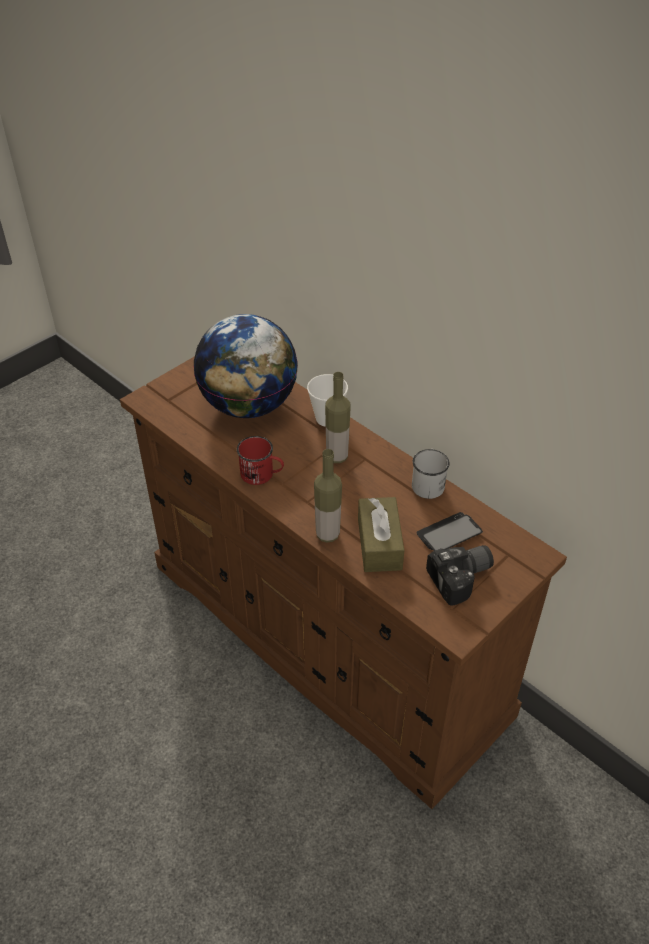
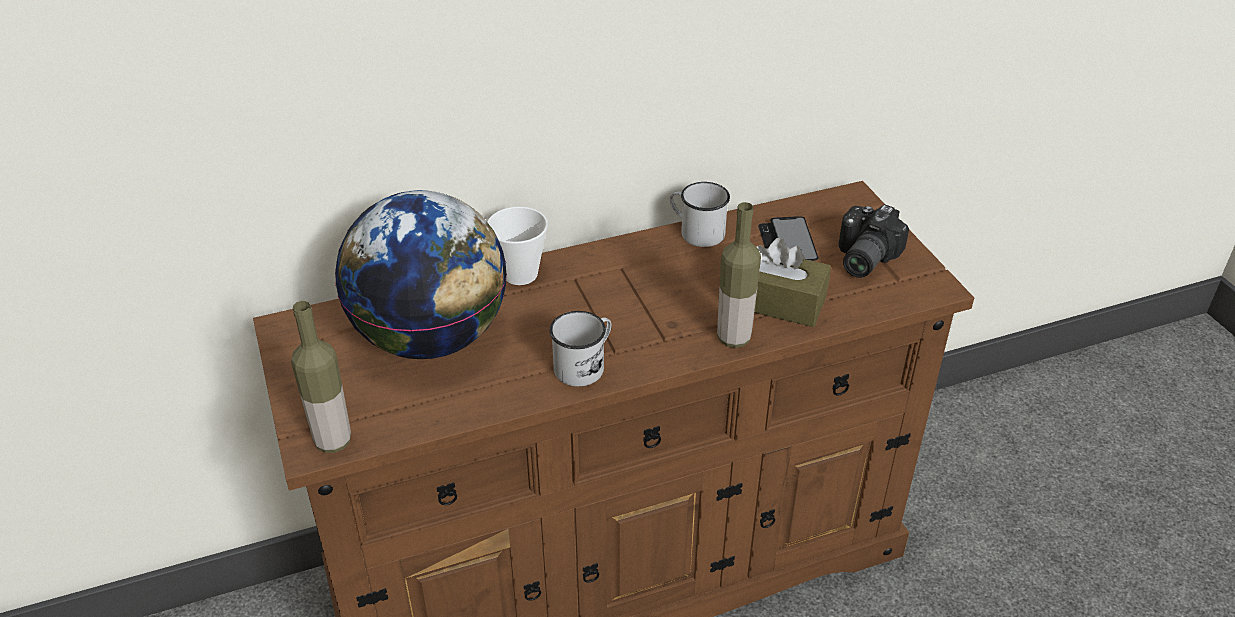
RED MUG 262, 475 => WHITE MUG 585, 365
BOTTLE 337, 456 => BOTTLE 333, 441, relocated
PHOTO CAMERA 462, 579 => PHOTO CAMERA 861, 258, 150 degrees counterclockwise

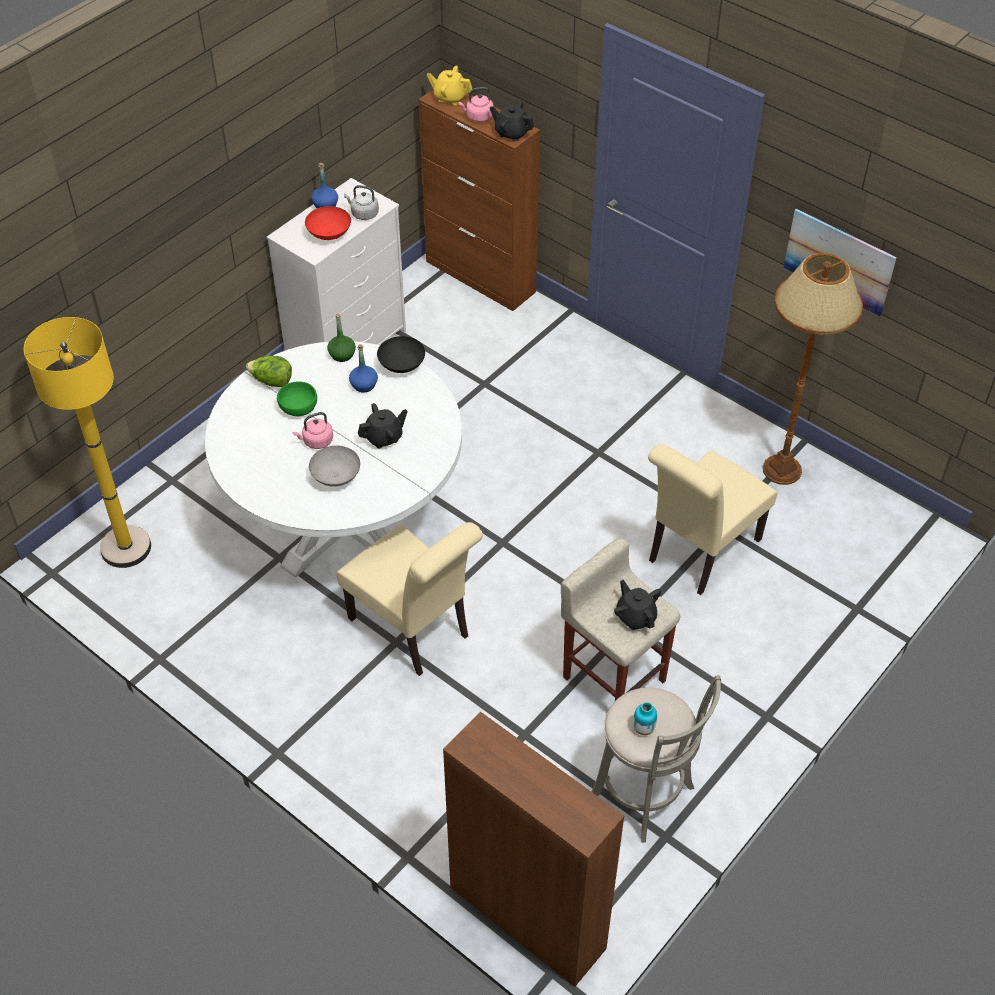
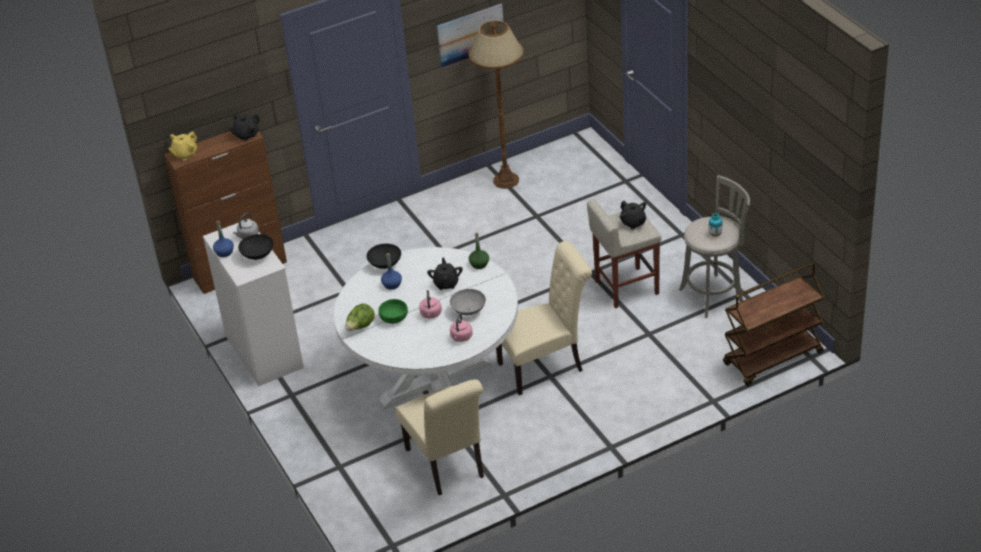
YELLOW FLOOR LAMP 126, 548 => nothing
RED BOWL 329, 235 => BLACK BOWL 258, 255
GREEN BOTTLE 342, 354 => GREEN BOTTLE 479, 264, relocated
BROWN CABINET 526, 917 => BROWN CART 772, 359
PINK KETTLE 478, 117 => PINK KETTLE 461, 337, relocated
BLACK TEAPOT 636, 616 => BLACK TEAPOT 633, 223, 120 degrees counterclockwise
BEIGE CHAIR 699, 553 => BEIGE CHAIR 447, 466, relocated

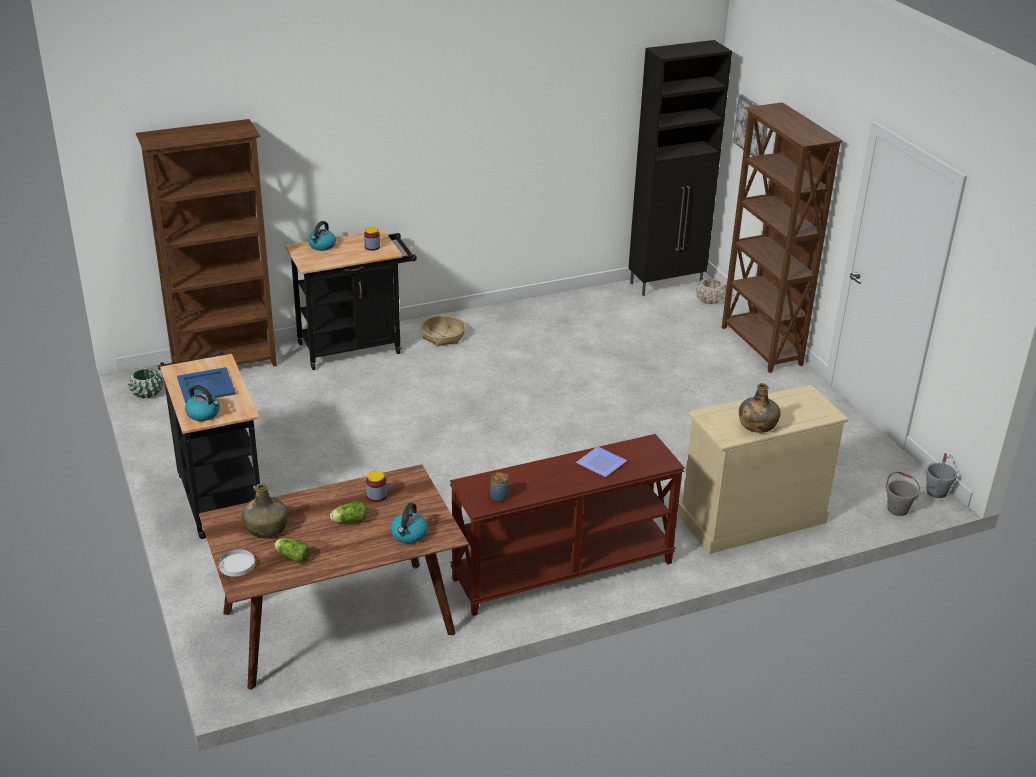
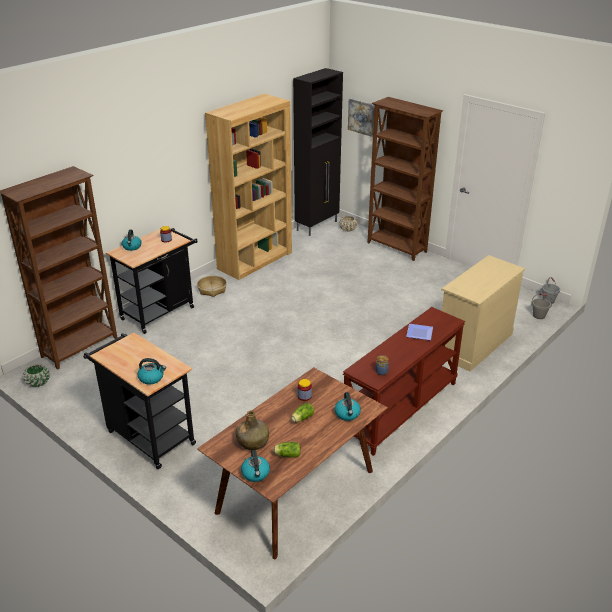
BLUE TRAY 206, 386 => nothing
WHITE PLATE 237, 564 => KETTLE 256, 474
GREEN BOTTLE 757, 425 => nothing
nothing => BROWN BOOKCASE 255, 260

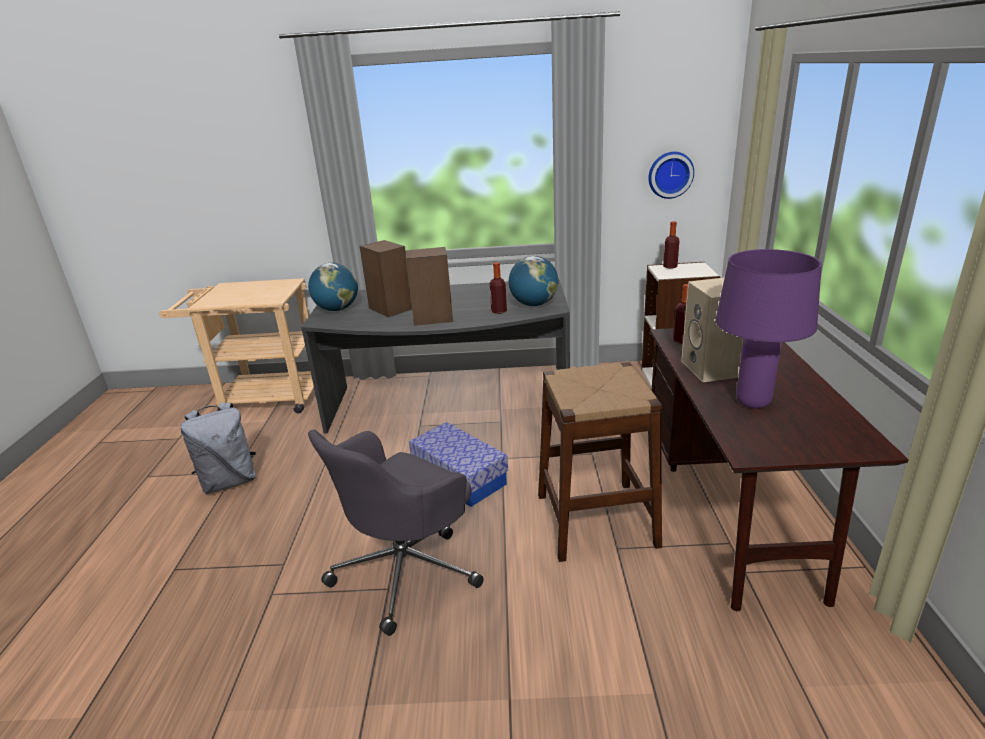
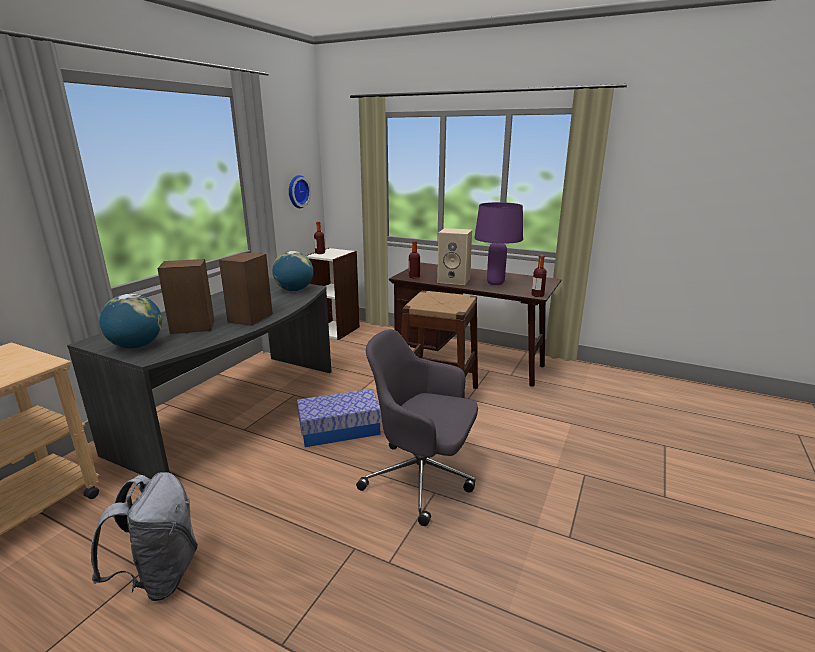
GREY OFFICE CHAIR 407, 570 => GREY OFFICE CHAIR 422, 479, 135 degrees clockwise
BOTTLE 499, 311 => BOTTLE 537, 295, relocated

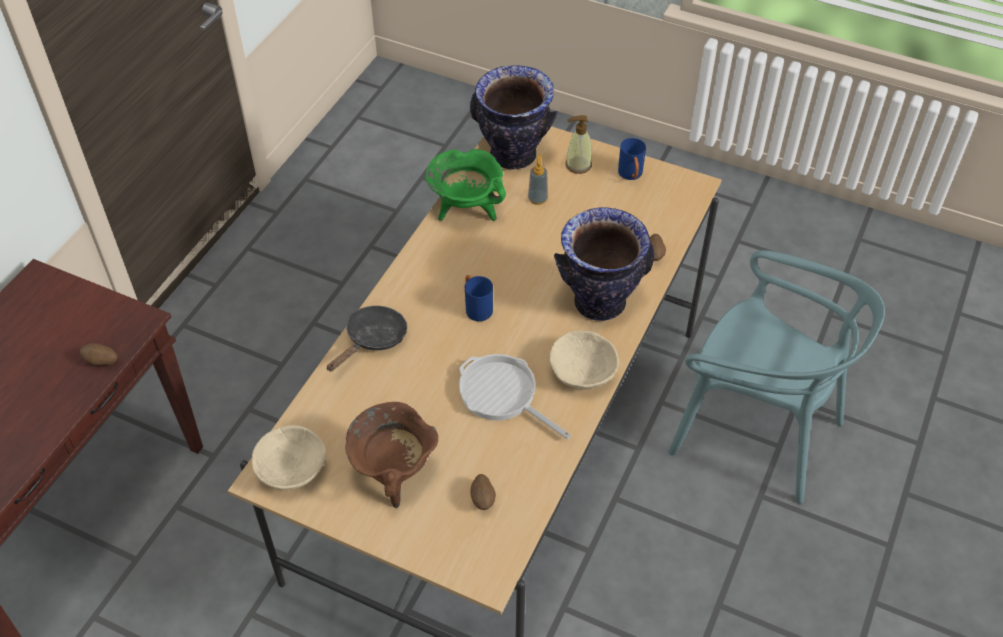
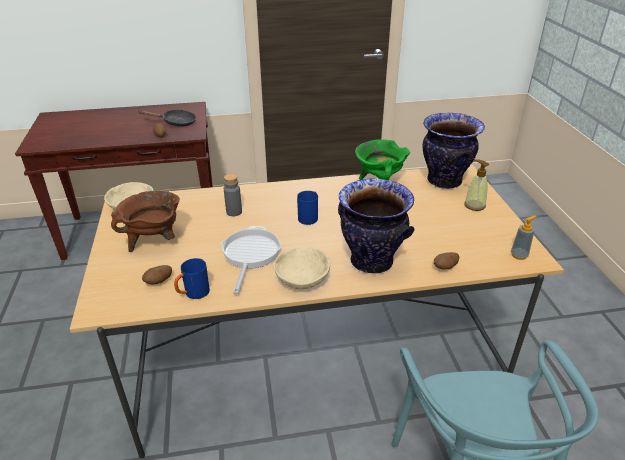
BLACK FRYING PAN 373, 339 => BLACK FRYING PAN 176, 122, relocated
SOAP DISPENSER 537, 199 => SOAP DISPENSER 519, 255, relocated
BLUE MUG 631, 175 => BLUE MUG 193, 294, relocated
nothing => GREY BOTTLE 234, 212

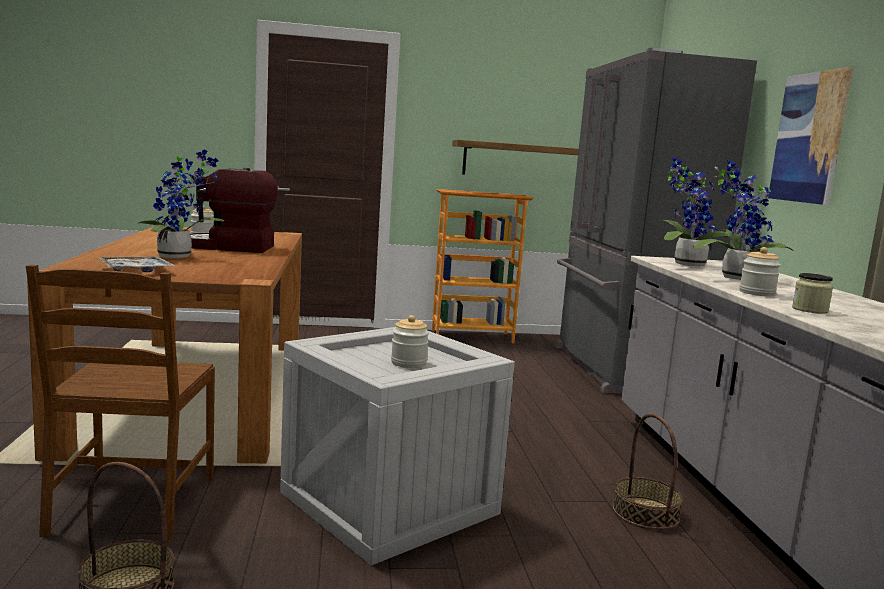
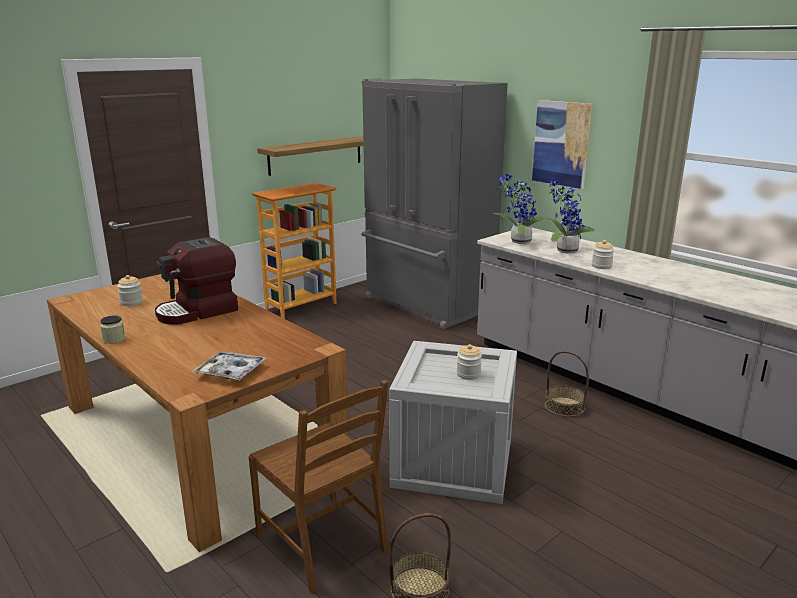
POTTED PLANT 179, 256 => nothing
JAR 809, 310 => JAR 114, 339, relocated

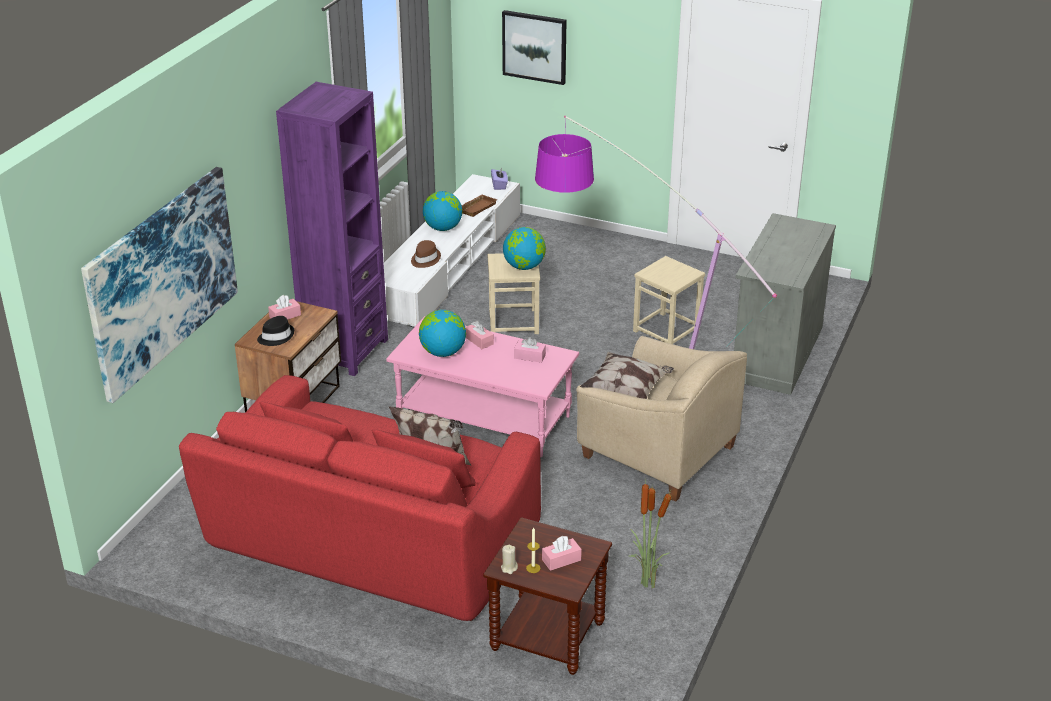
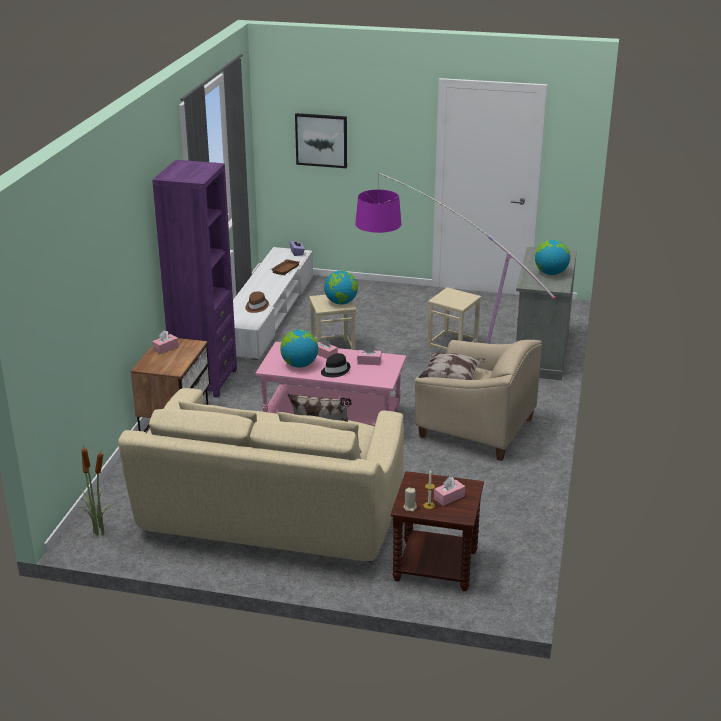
PICTURE 162, 280 => nothing
RED SOFA 372, 543 => BEIGE SOFA 272, 515
BLACK HAT 276, 337 => BLACK HAT 335, 370, relocated
GLOBE 443, 228 => GLOBE 551, 273, relocated
POTTED PLANT 646, 583 => POTTED PLANT 98, 532, relocated

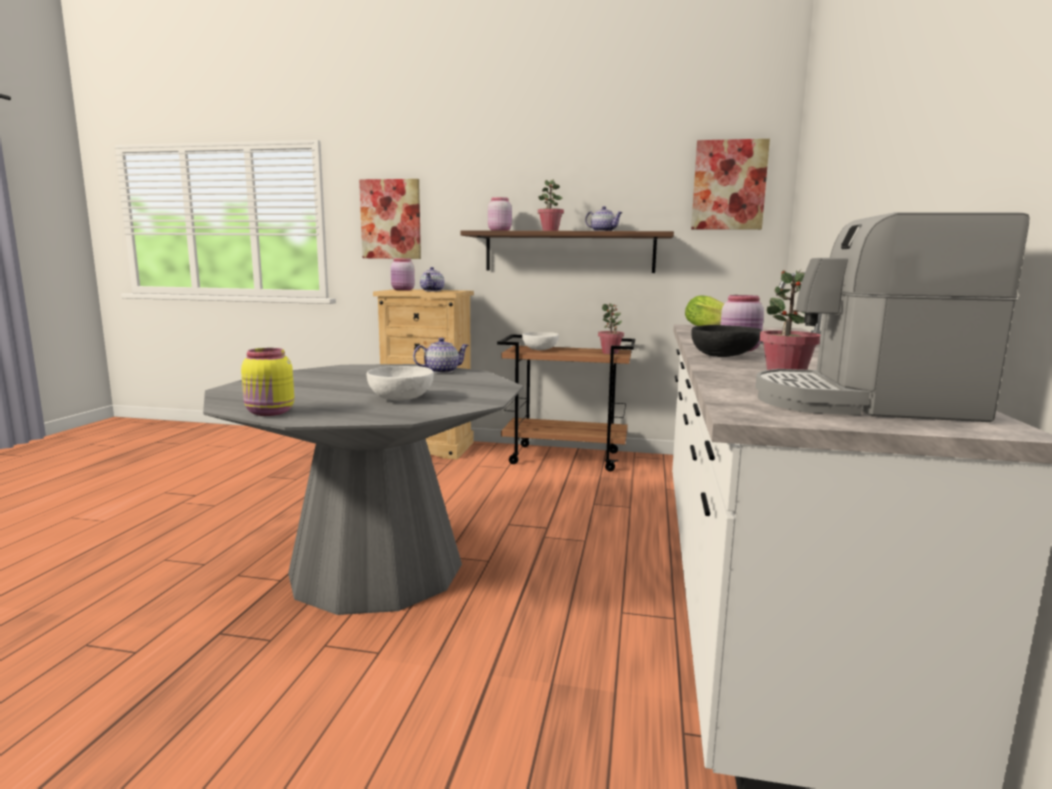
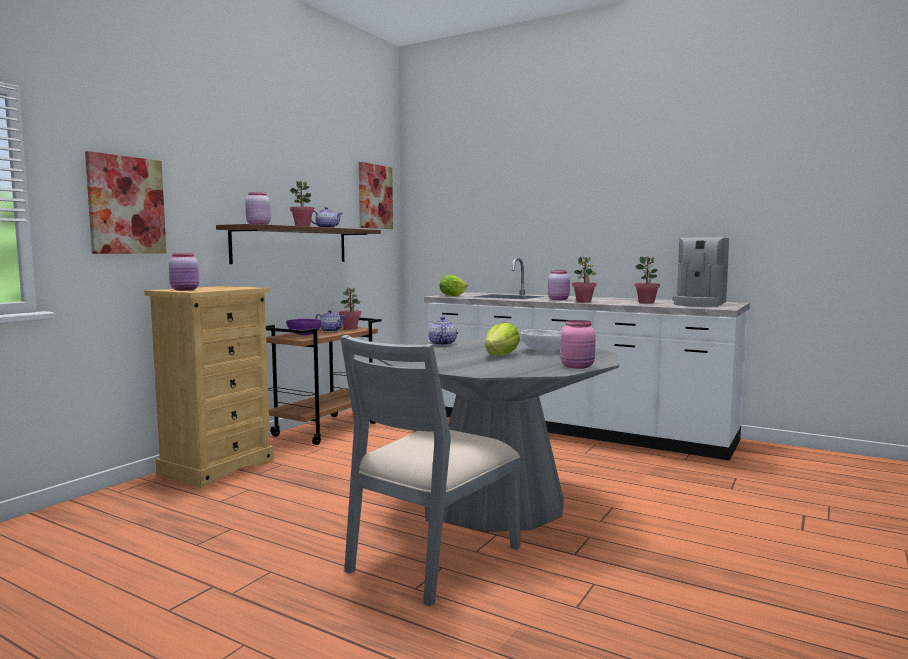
YELLOW JAR 270, 413 => PINK JAR 578, 366
TEAPOT 432, 291 => TEAPOT 330, 331, relocated
WHITE BOWL 540, 349 => PURPLE BOWL 304, 335
BLACK BOWL 724, 357 => POTTED PLANT 584, 301
nothing => GREY CHAIR 431, 558
nothing => LETTUCE 501, 355

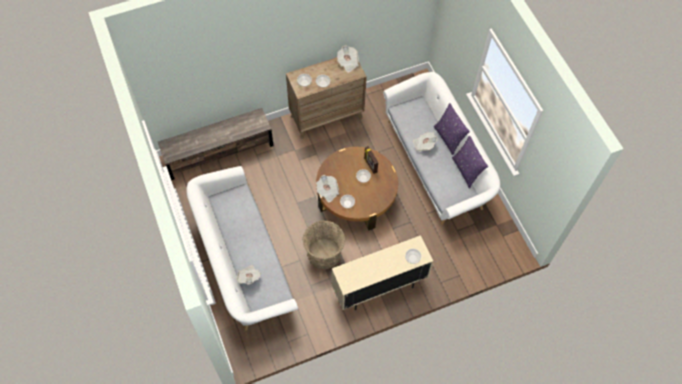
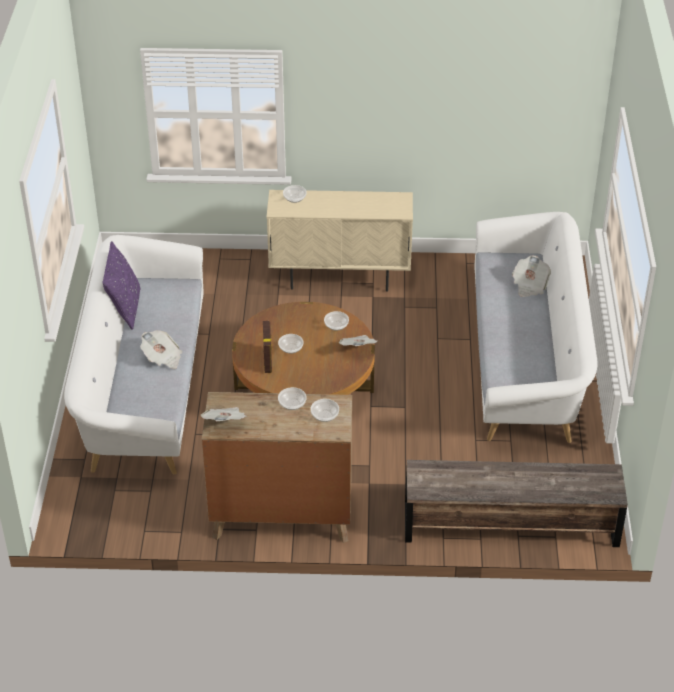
BASKET 324, 253 => nothing
PURPLE PILLOW 448, 138 => nothing

